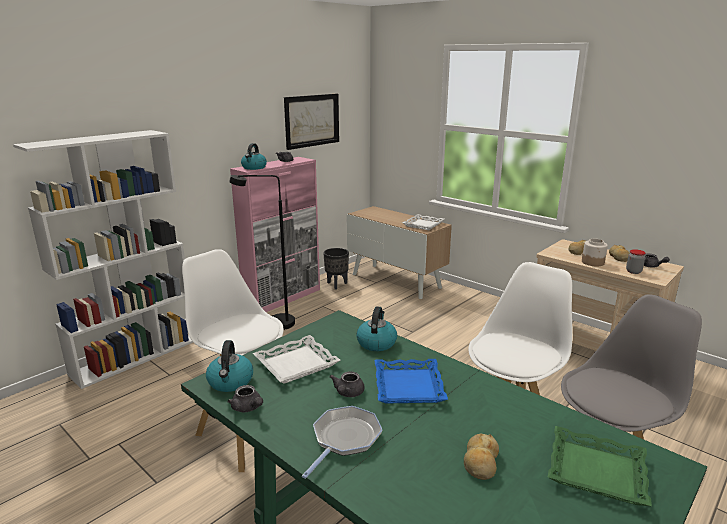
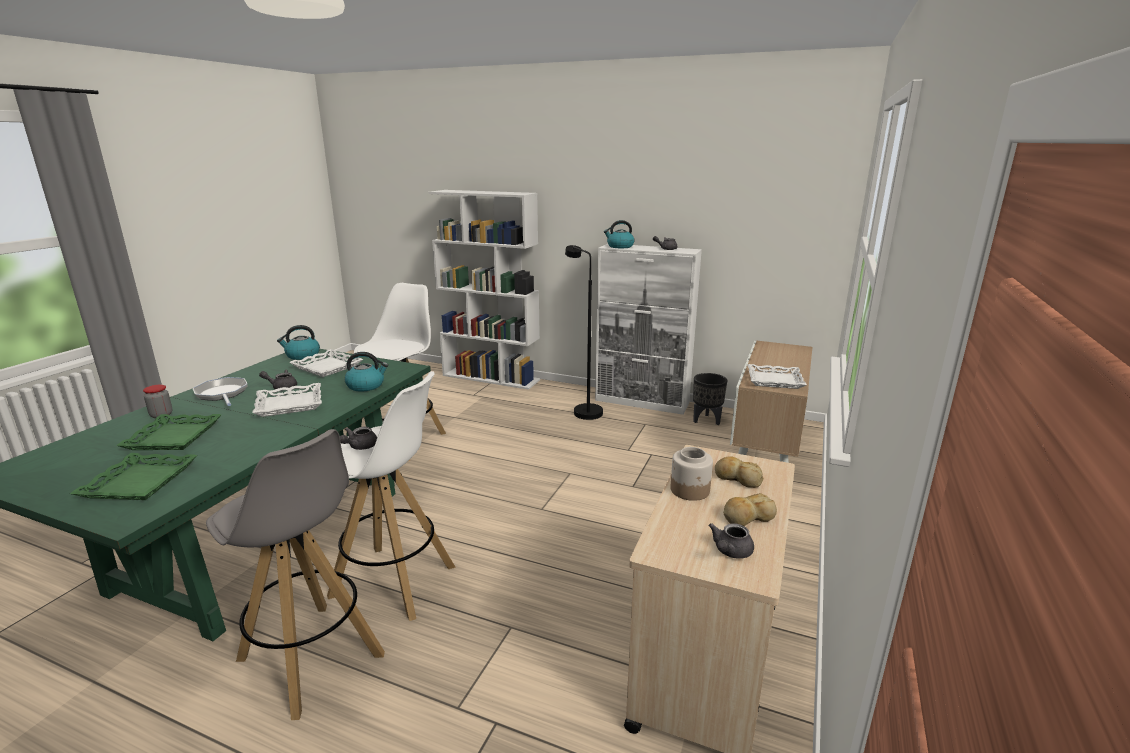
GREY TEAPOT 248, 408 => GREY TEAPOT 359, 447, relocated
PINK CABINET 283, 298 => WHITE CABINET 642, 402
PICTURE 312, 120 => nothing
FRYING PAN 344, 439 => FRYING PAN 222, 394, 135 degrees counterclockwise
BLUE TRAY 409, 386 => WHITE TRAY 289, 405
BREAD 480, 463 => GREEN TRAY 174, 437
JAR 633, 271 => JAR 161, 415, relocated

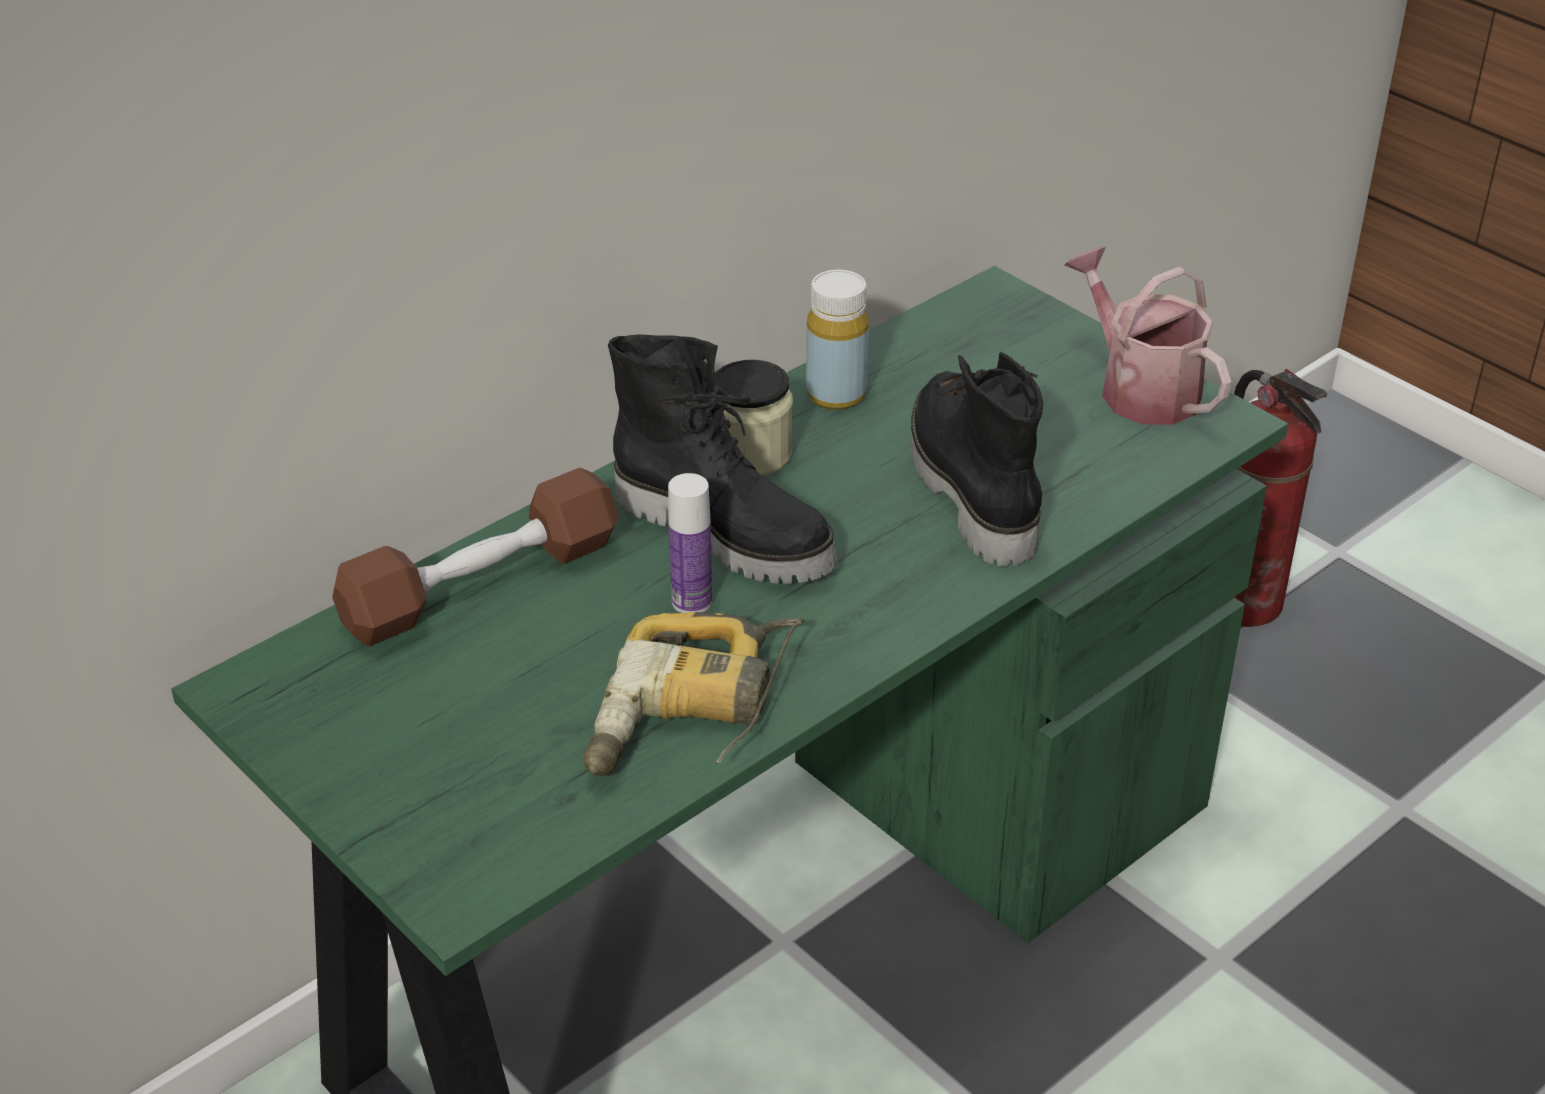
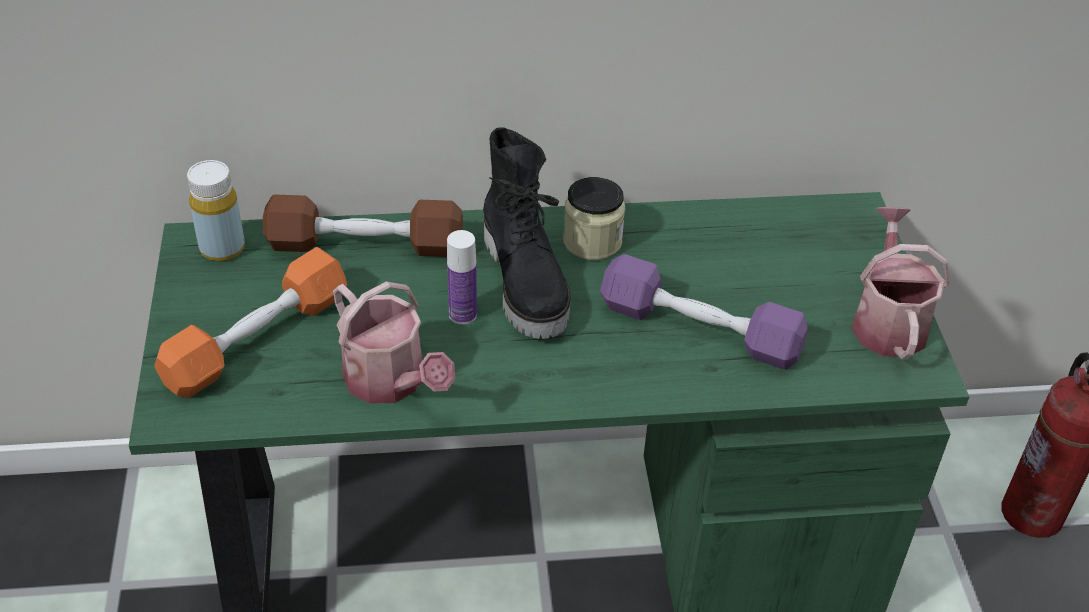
POWER DRILL 693, 715 => WATERING CAN 391, 382
YELLOW BOTTLE 836, 394 => YELLOW BOTTLE 222, 248, relocated
BLACK BOOT 968, 488 => PURPLE DUMBBELL 700, 330
nothing => ORANGE DUMBBELL 257, 339

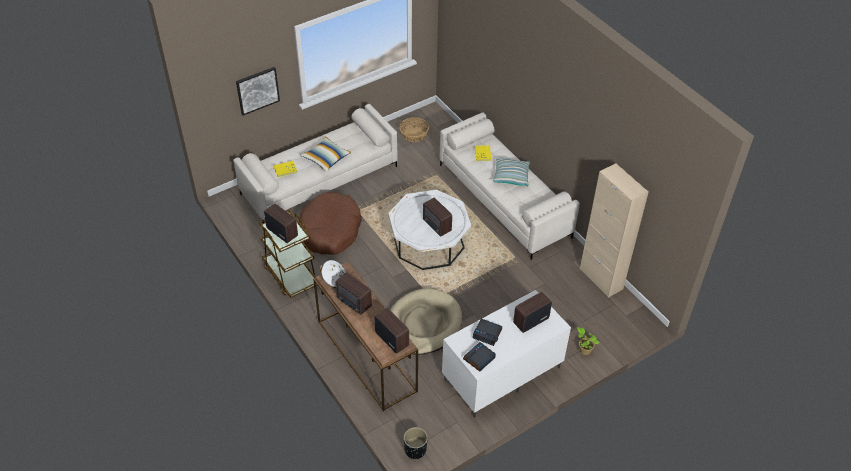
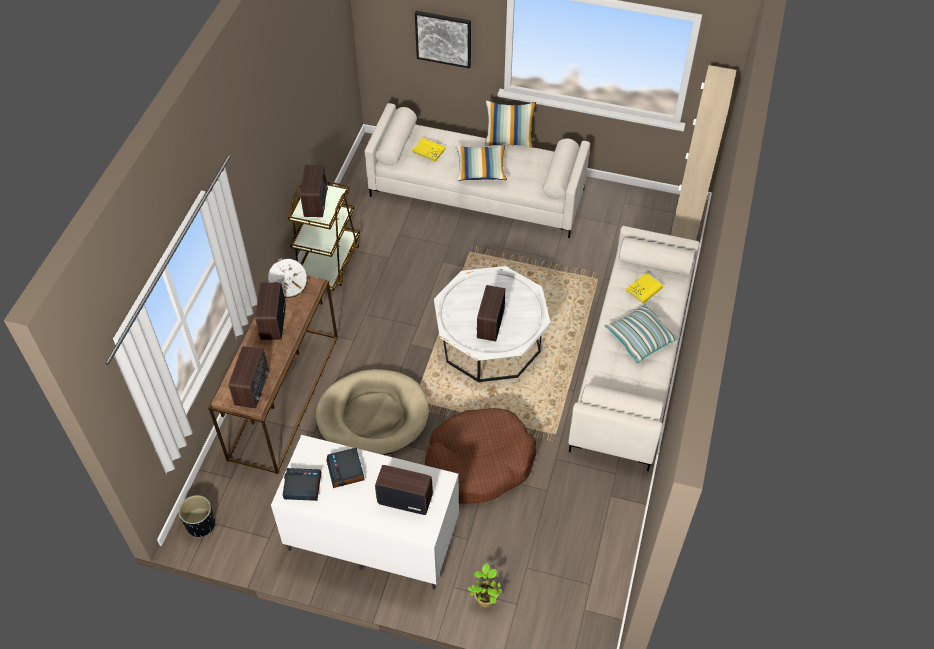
BROWN DOG BED 330, 230 => BROWN DOG BED 478, 463, relocated
BASKET 414, 134 => nothing
BEIGE CABINET 601, 279 => BEIGE CABINET 686, 221, relocated
nothing => PILLOW 509, 141

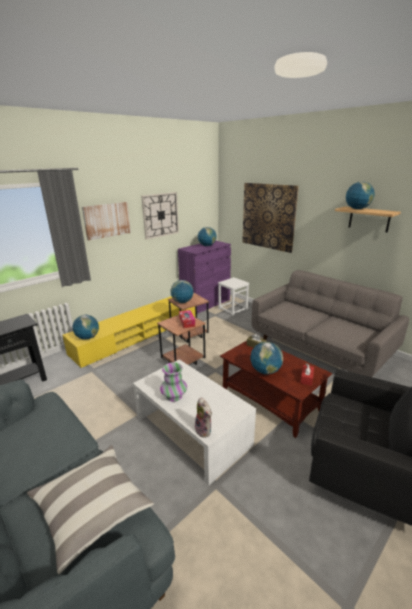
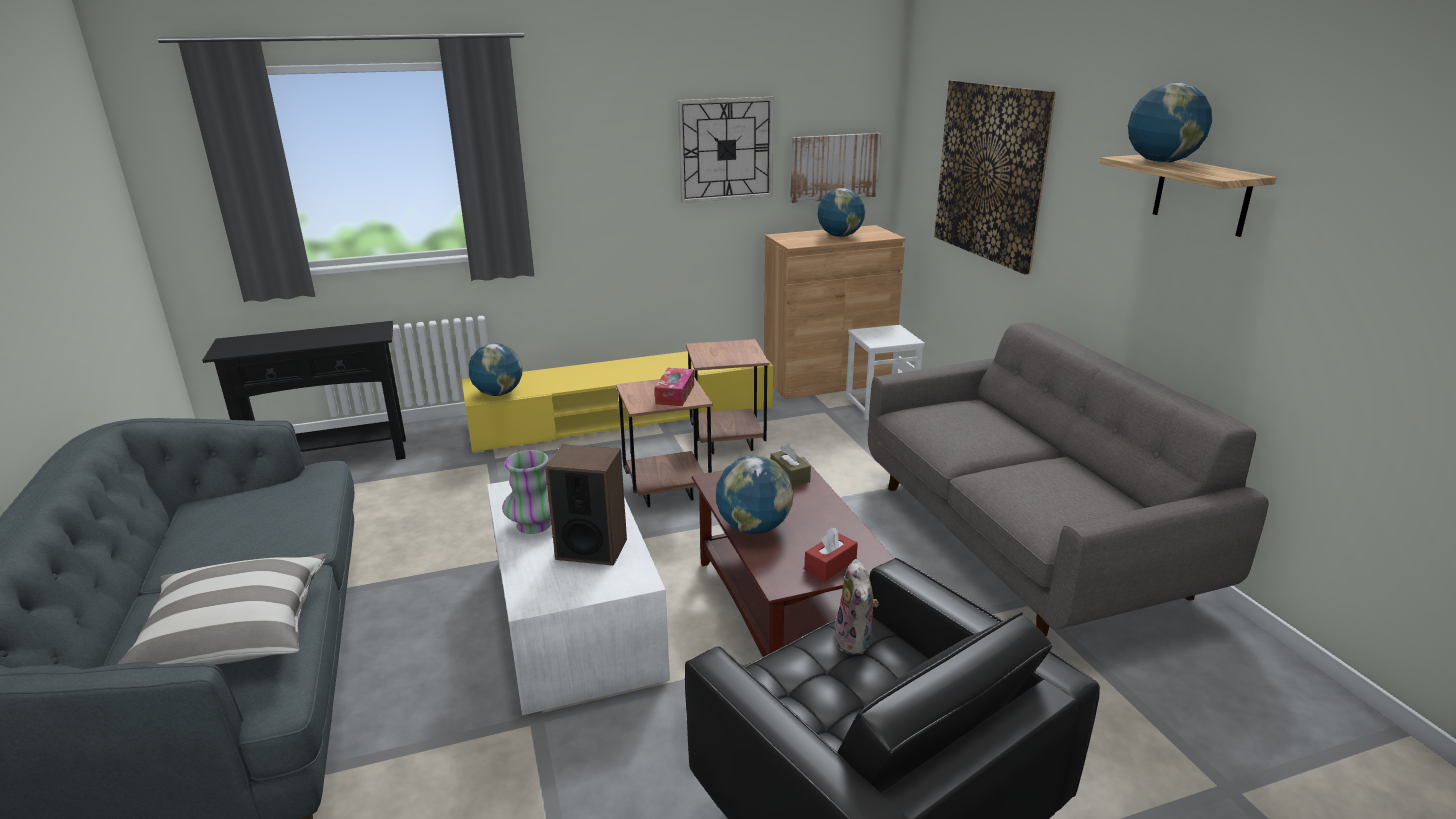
PICTURE 107, 220 => PICTURE 834, 167, relocated
GLOBE 182, 302 => nothing
PURPLE CABINET 205, 303 => BROWN CABINET 828, 380
PLUSH TOY 204, 430 => PLUSH TOY 856, 641, relocated
nothing => SPEAKER 591, 549

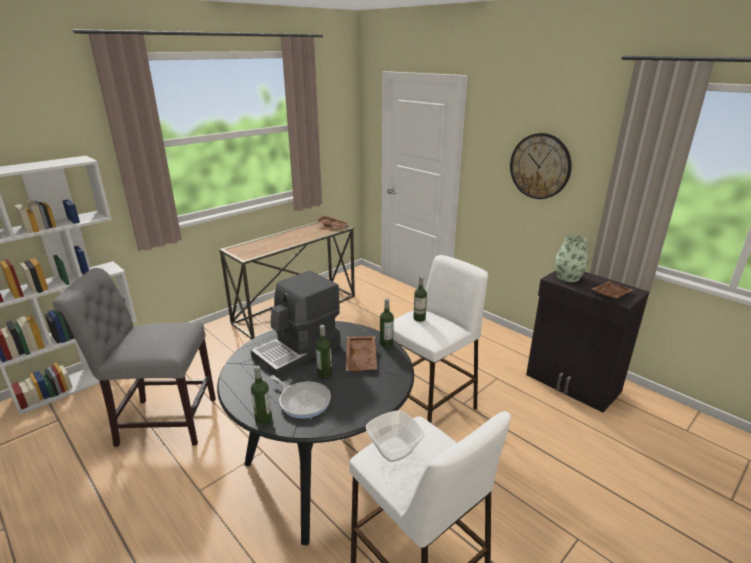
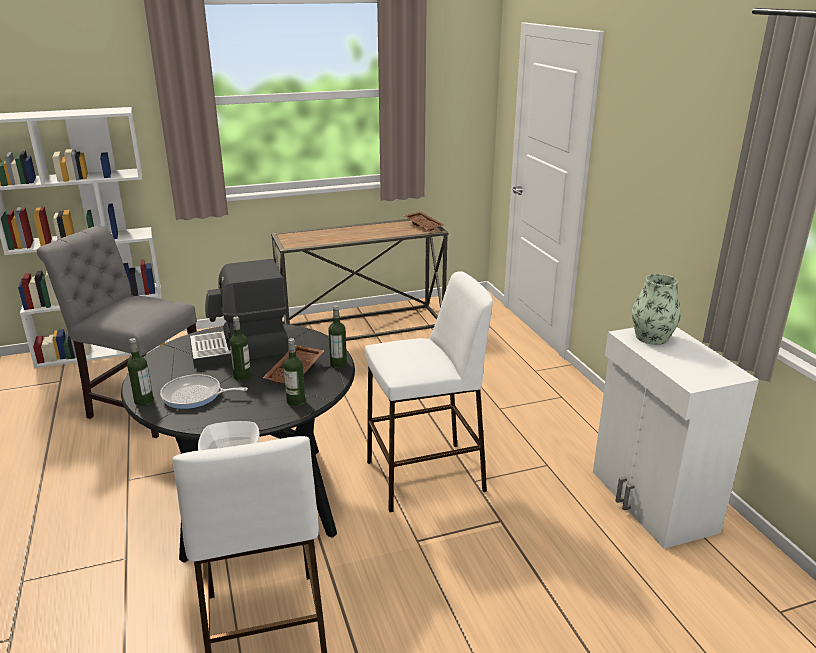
FRYING PAN 303, 401 => FRYING PAN 195, 396, 120 degrees clockwise
BOTTLE 419, 318 => BOTTLE 296, 401, relocated
WALL CLOCK 540, 166 => nothing
BLACK CABINET 572, 384 => WHITE CABINET 651, 502
BROWN TRAY 610, 294 => nothing

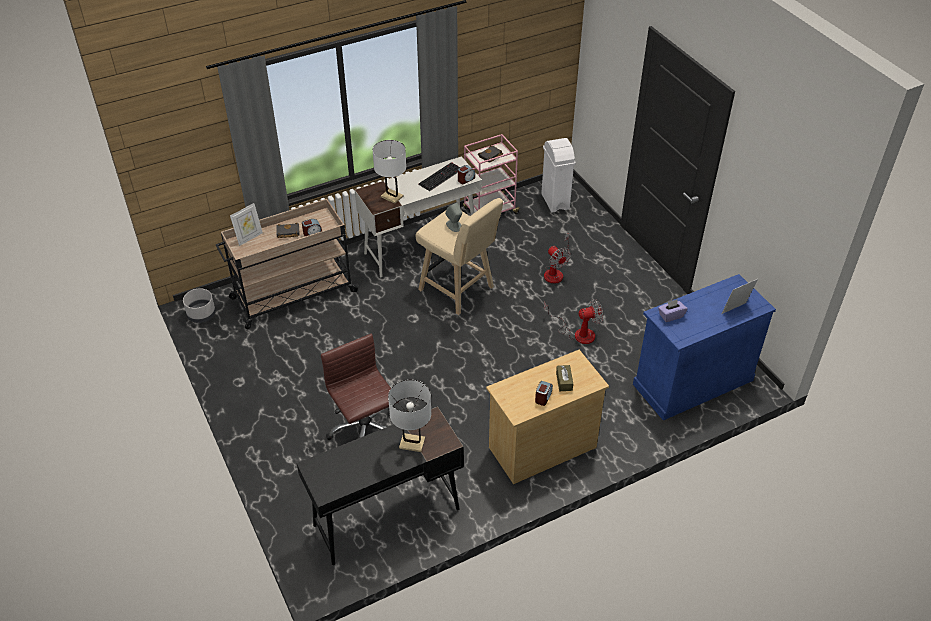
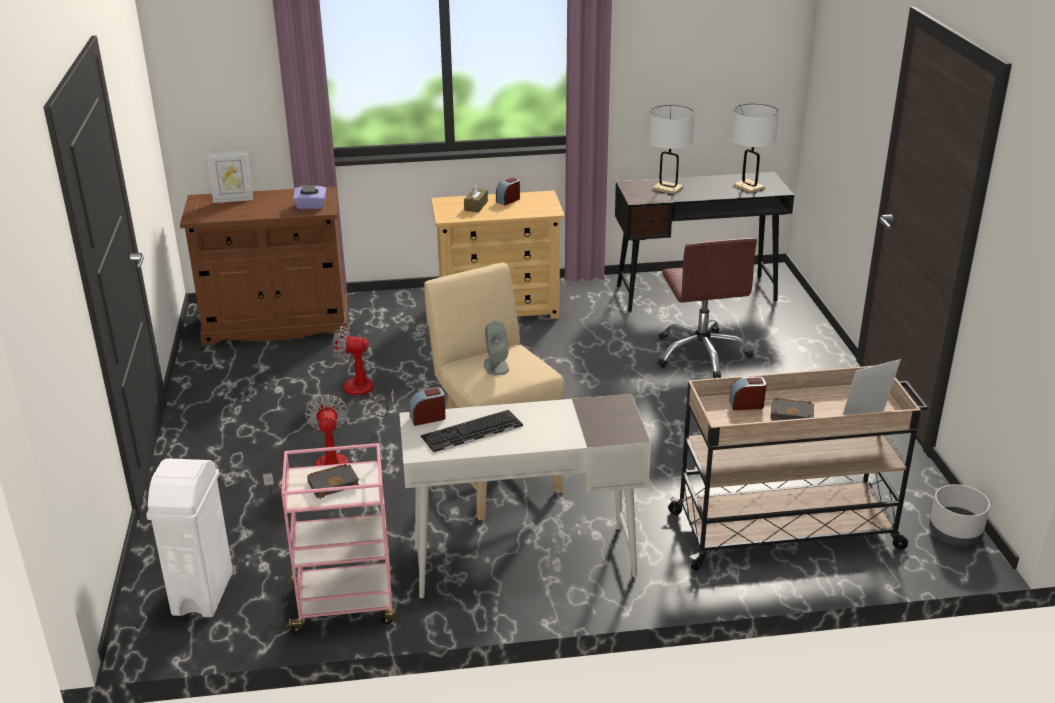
WHITE TABLE LAMP 392, 196 => WHITE TABLE LAMP 749, 187, relocated
BLUE CABINET 692, 382 => BROWN CABINET 277, 324

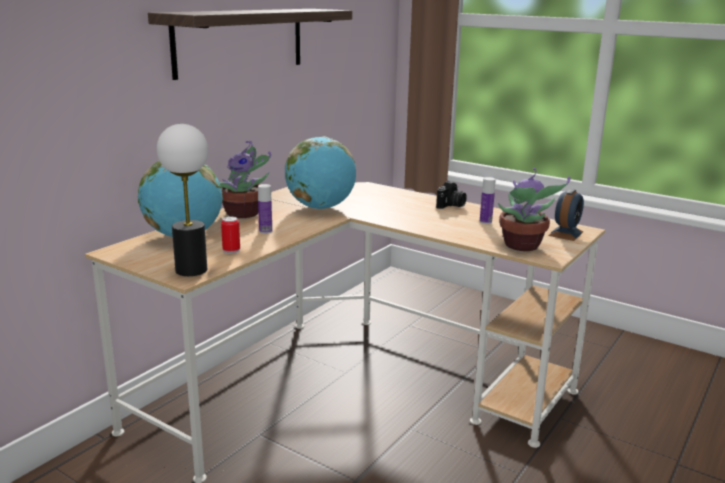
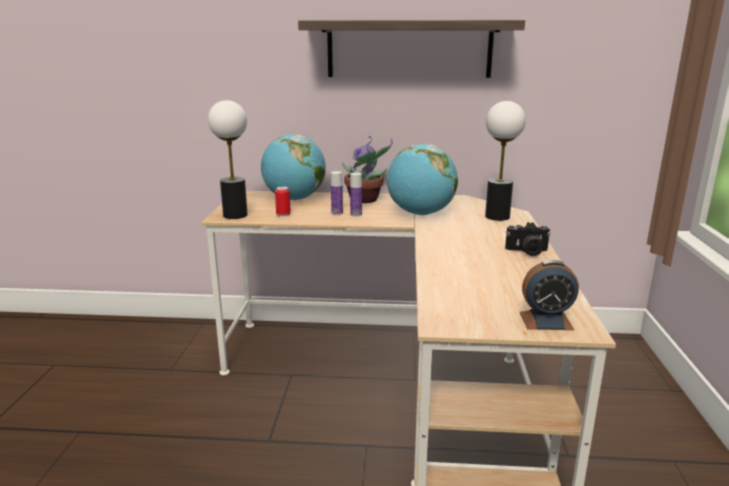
BOTTLE 485, 222 => BOTTLE 356, 214, relocated
POTTED PLANT 522, 246 => nothing
nothing => TABLE LAMP 497, 217

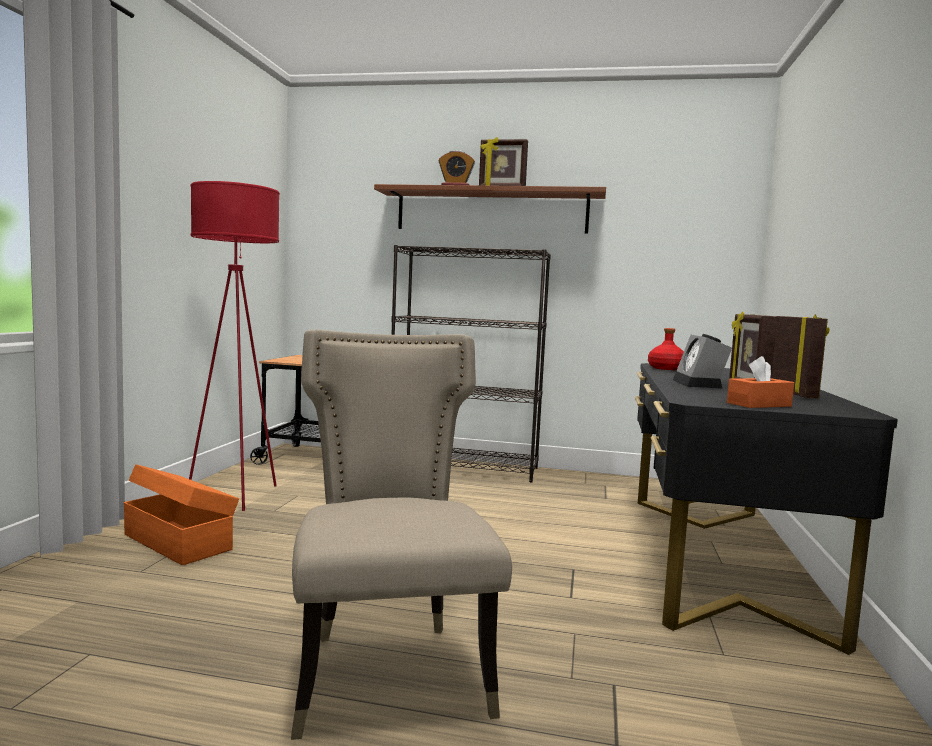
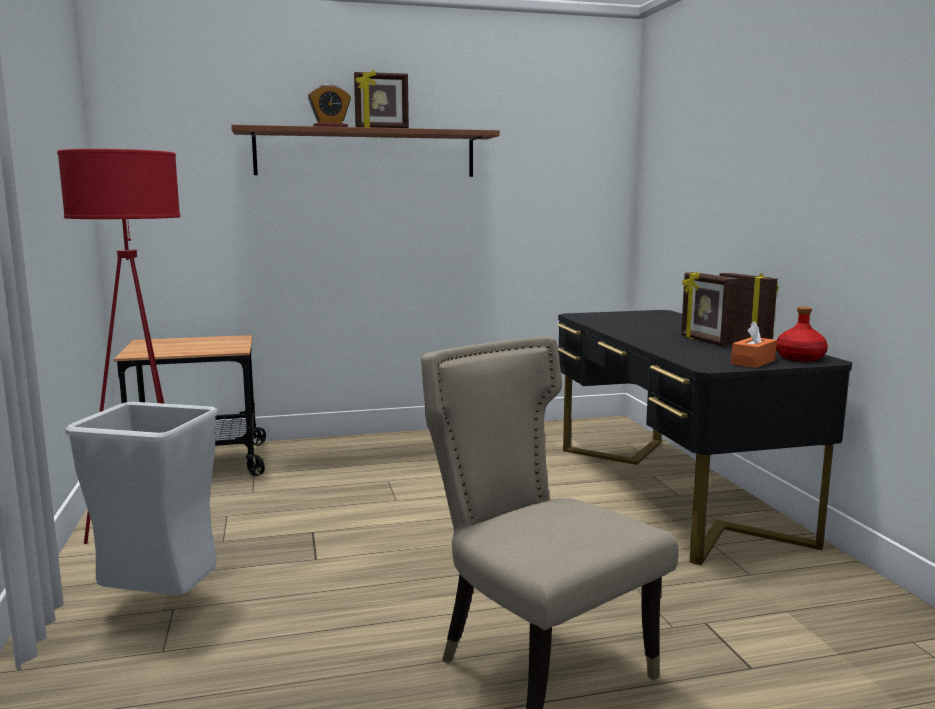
ORANGE STORAGE BOX 178, 541 => GREY TRASH CAN 159, 604
BLACK BOOKCASE 464, 468 => nothing
RED BOTTLE 666, 368 => RED BOTTLE 799, 358, relocated
ALARM CLOCK 700, 384 => nothing

